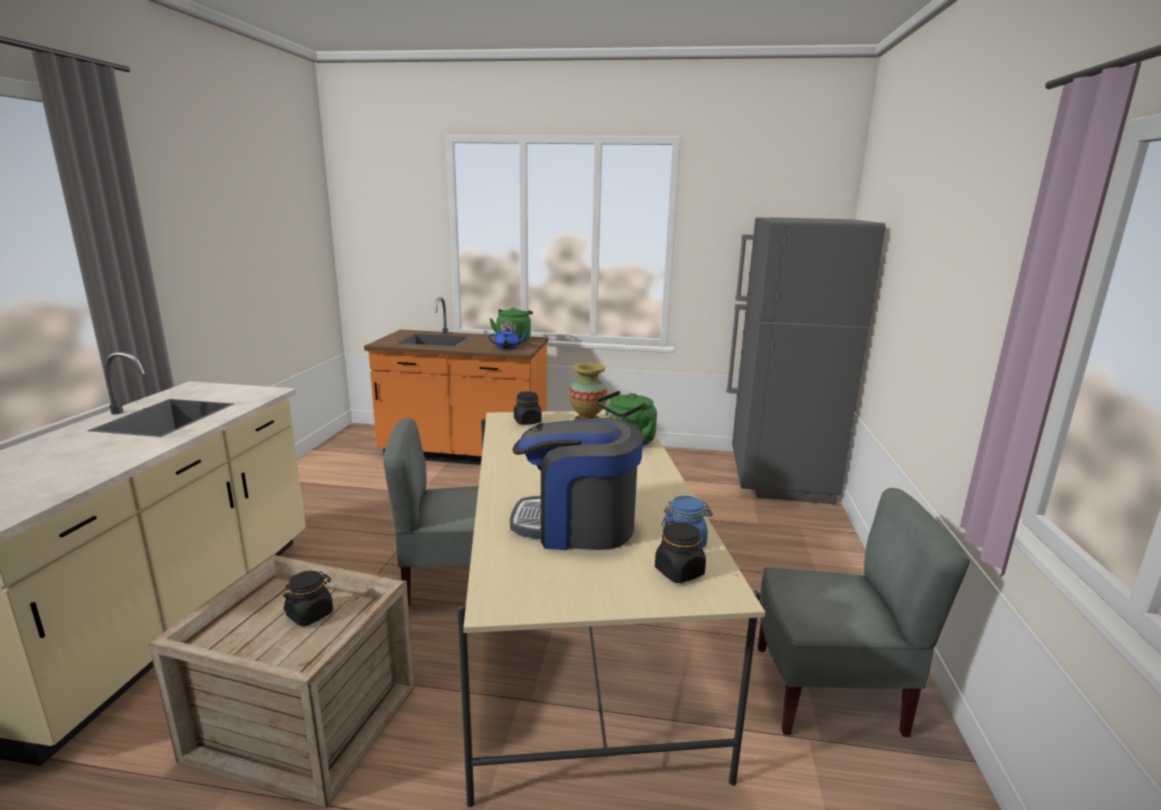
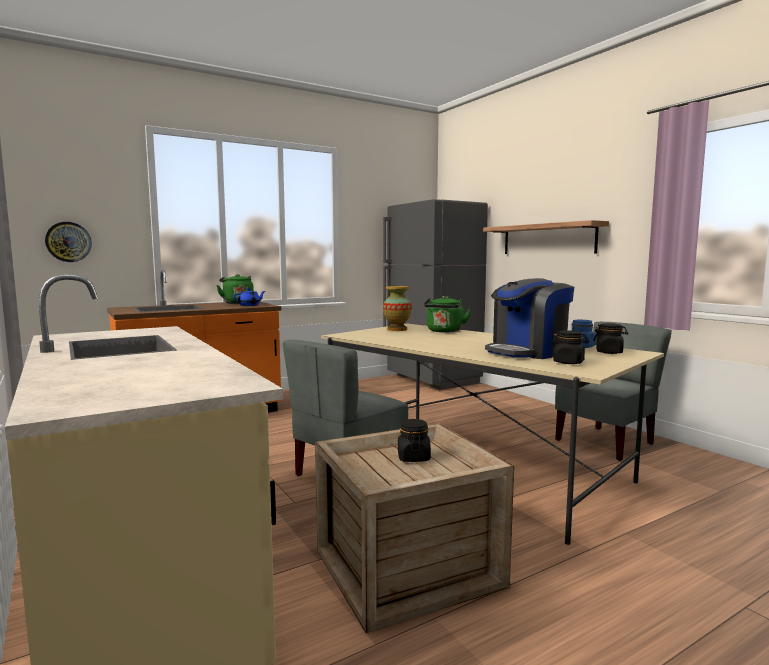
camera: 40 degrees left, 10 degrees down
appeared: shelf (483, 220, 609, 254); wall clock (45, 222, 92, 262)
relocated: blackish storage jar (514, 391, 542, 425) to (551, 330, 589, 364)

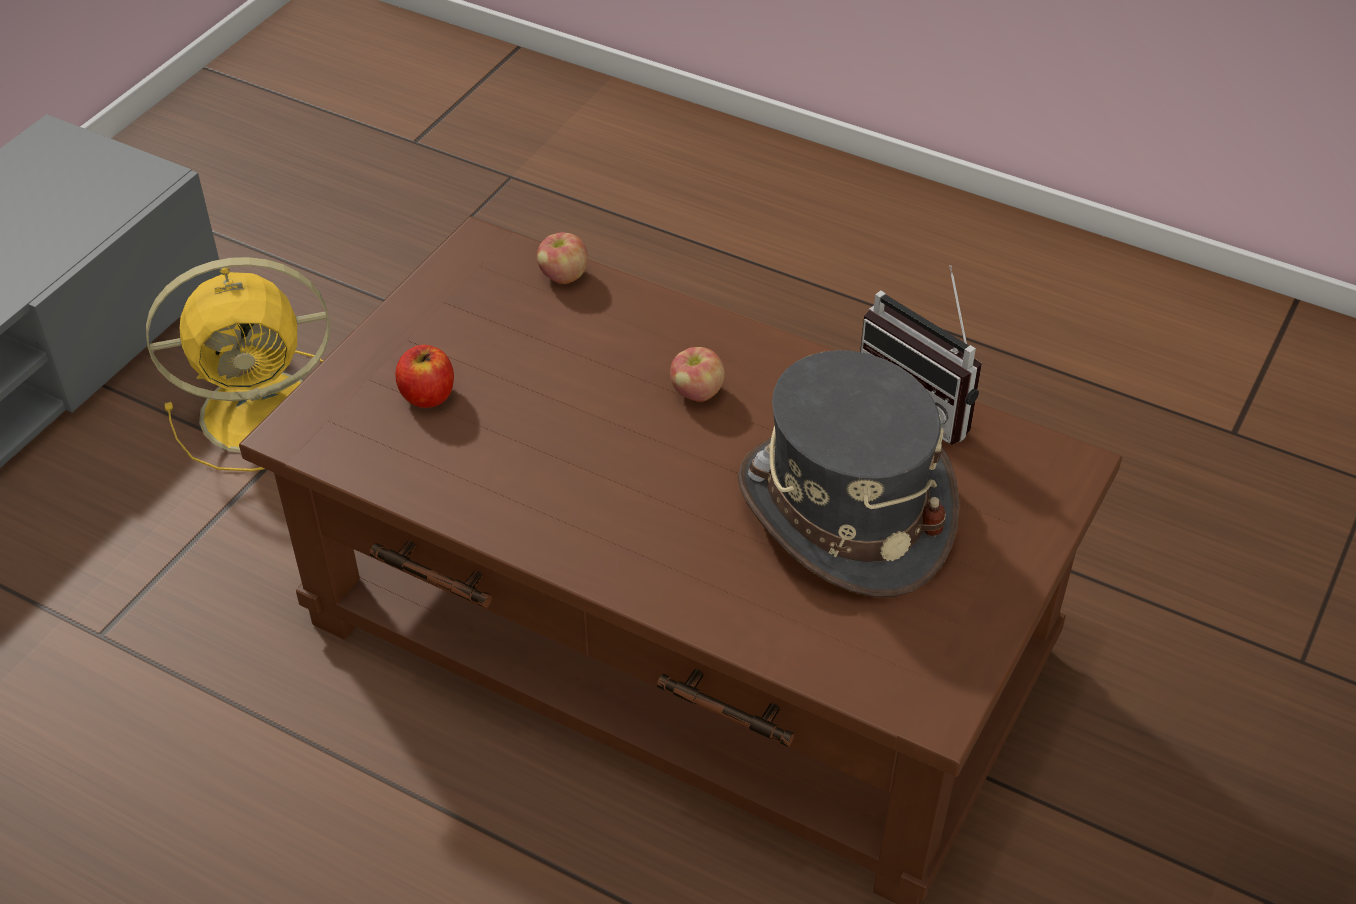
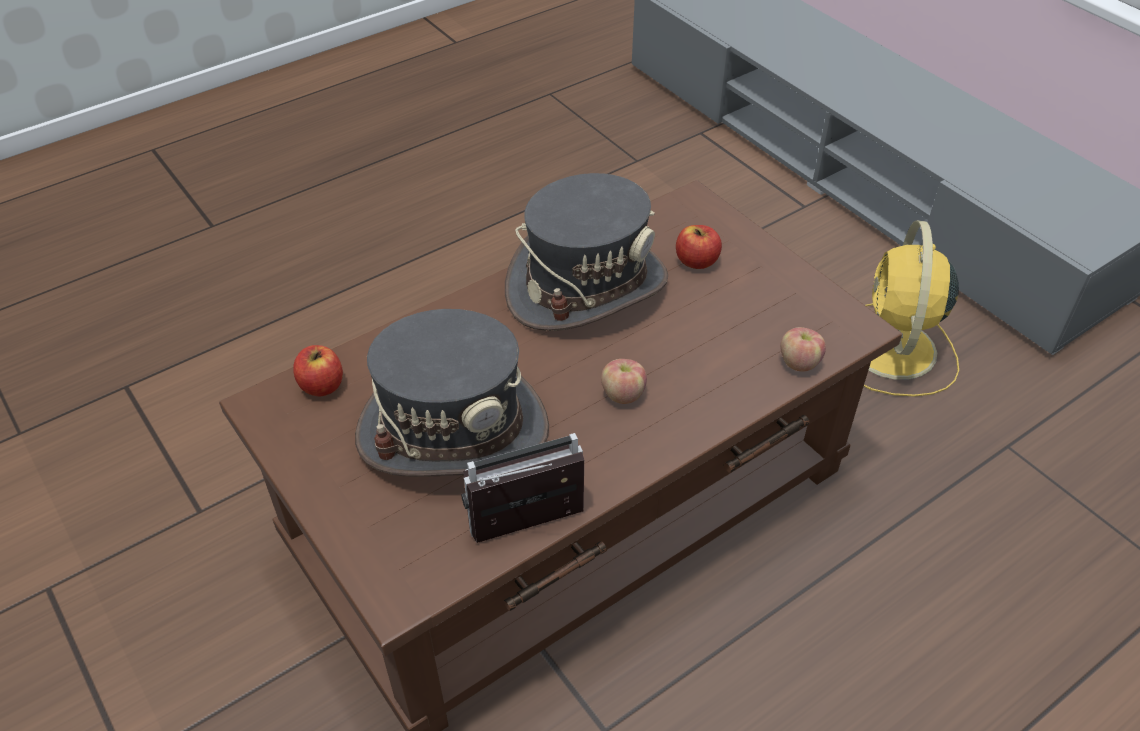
camera: 115 degrees right, 0 degrees up
appeared: grey clothing hat (505, 173, 668, 331); apple (293, 345, 343, 396)

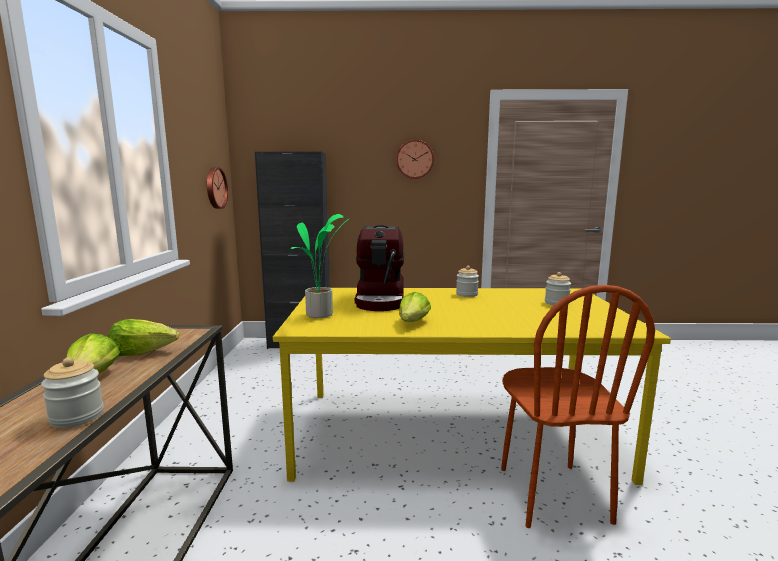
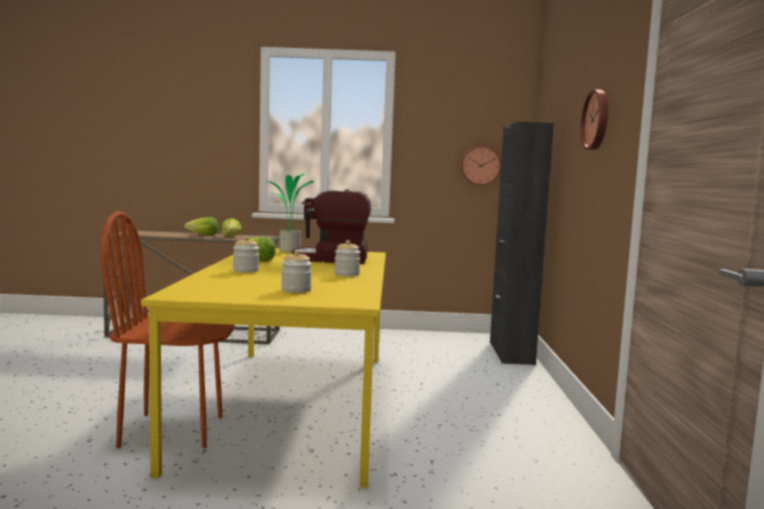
camera: 90 degrees right, 5 degrees down
relocated: storage jar (41, 357, 104, 428) to (233, 236, 259, 273)

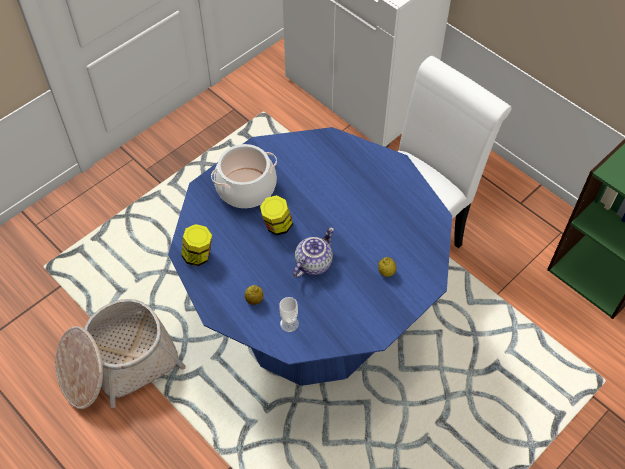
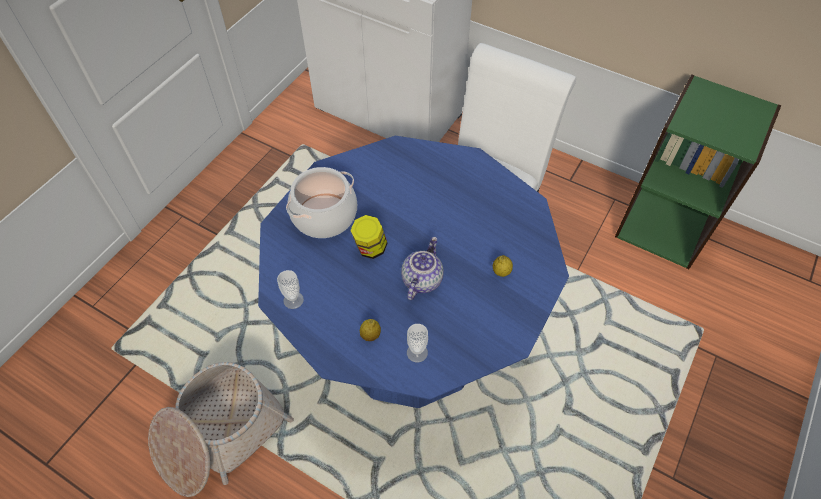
camera: 15 degrees left, 0 degrees up
exchanged: storage jar (181, 224, 212, 266) to small cup (277, 270, 304, 309)

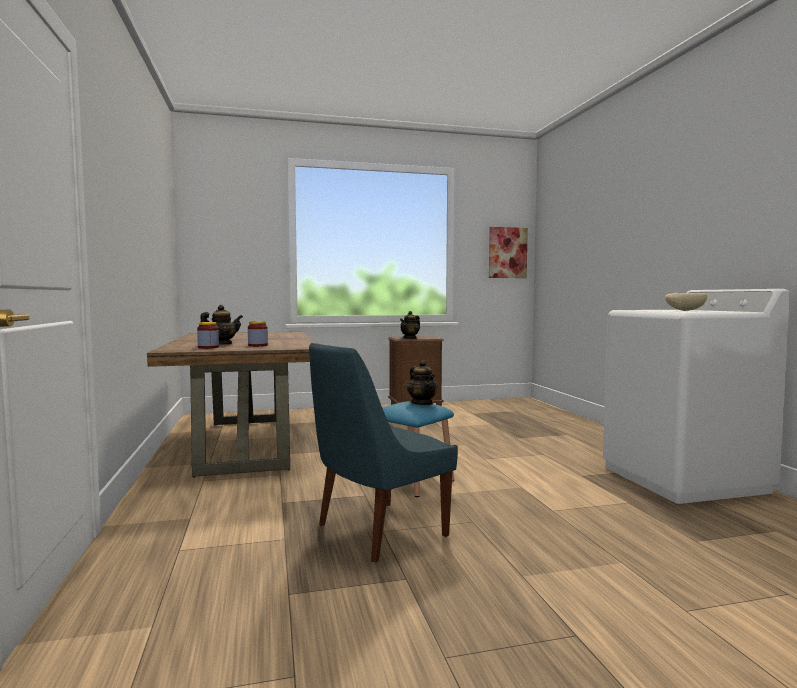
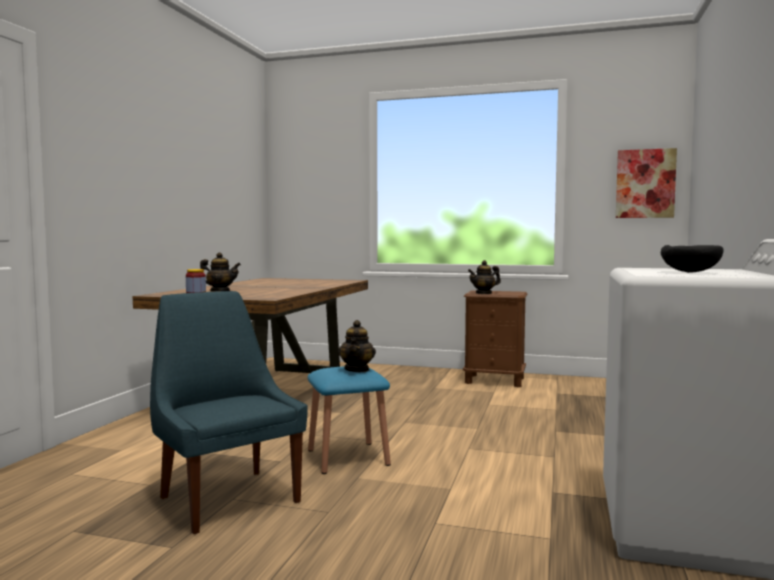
camera: 30 degrees right, 0 degrees up
missing: storage jar (248, 321, 268, 347)
colour: beige-coloured bowl (665, 293, 707, 311) to blackish bowl (661, 245, 724, 273)
spun: blue chair (309, 343, 458, 563) = (150, 291, 308, 534) 60 degrees clockwise

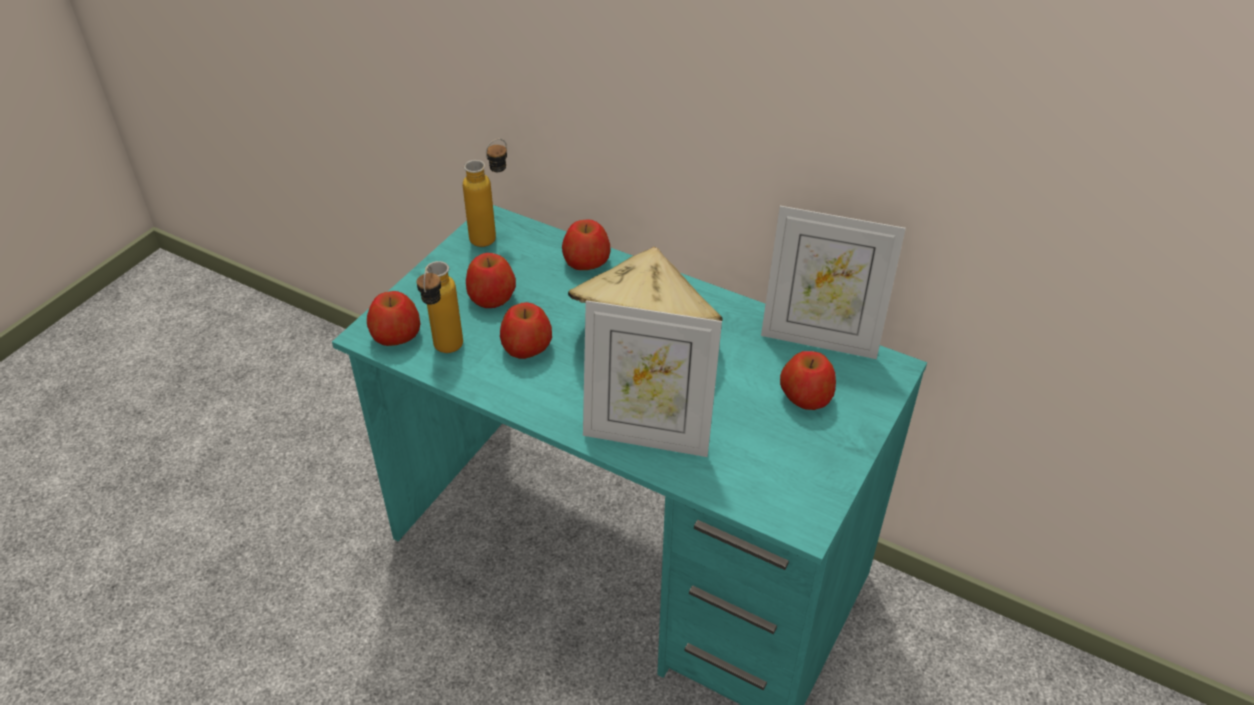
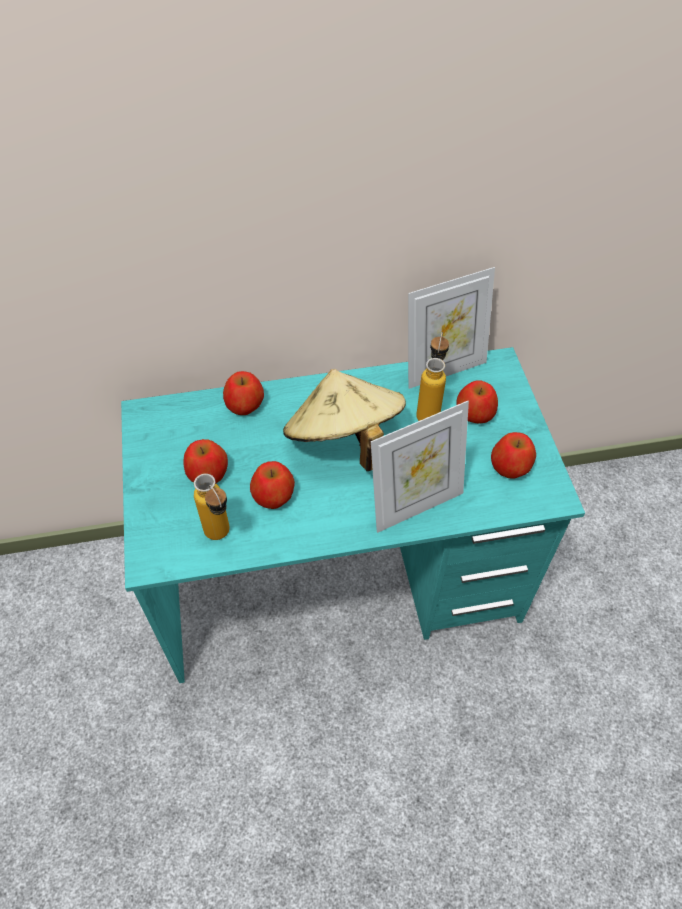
camera: 40 degrees left, 10 degrees up
relocated: drink bottle (463, 139, 507, 247) to (416, 332, 449, 421); apple (367, 291, 421, 346) to (491, 432, 536, 479)

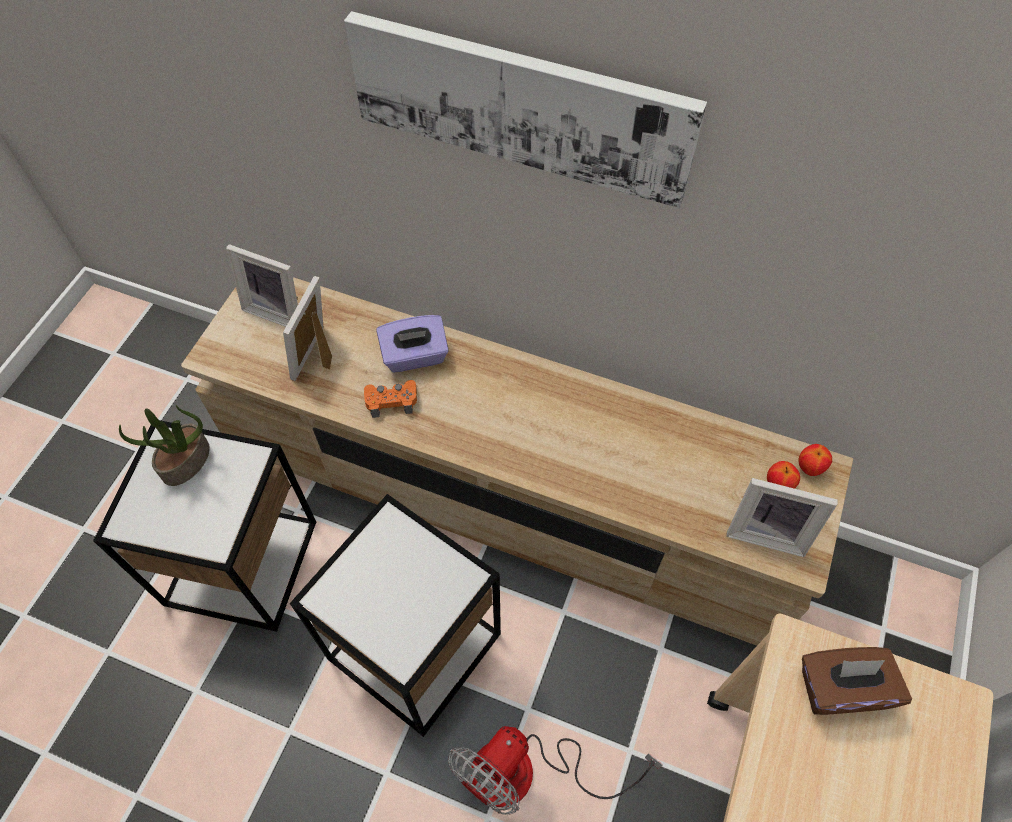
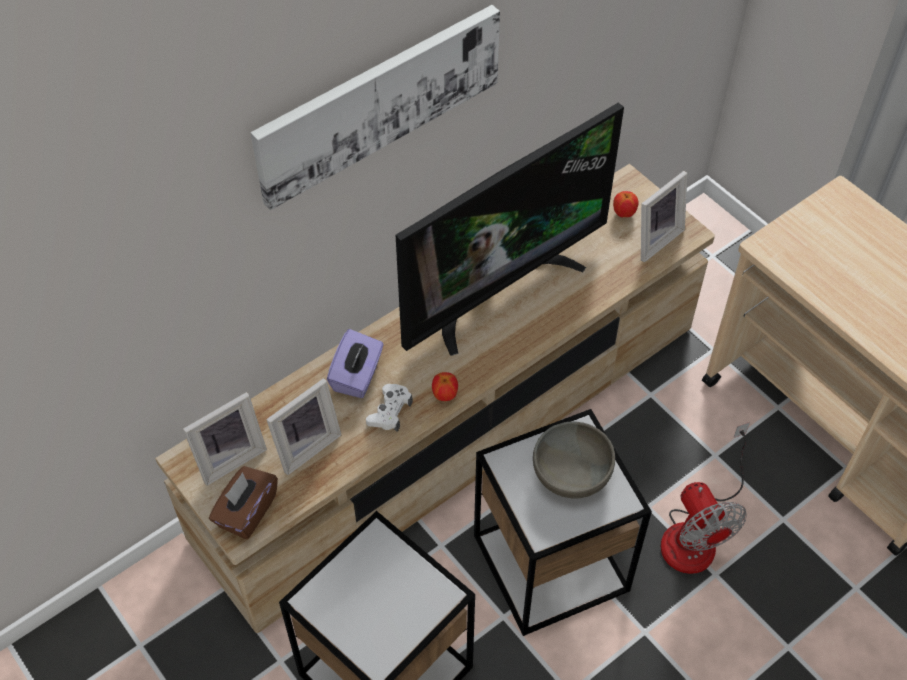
camera: 60 degrees left, 5 degrees down
missing: potted plant (119, 405, 210, 486)
appeared: TV (396, 103, 624, 356); grey bowl (533, 421, 615, 499)
relocated: apple (798, 444, 832, 476) to (432, 372, 458, 401); brown box of tissues (802, 647, 912, 715) to (209, 466, 278, 539)
colour: orange-coloured joypad (364, 380, 417, 418) to whitish joypad (366, 384, 413, 432)
spun: standing frame (283, 276, 332, 381) = (266, 378, 341, 475) 90 degrees counterclockwise

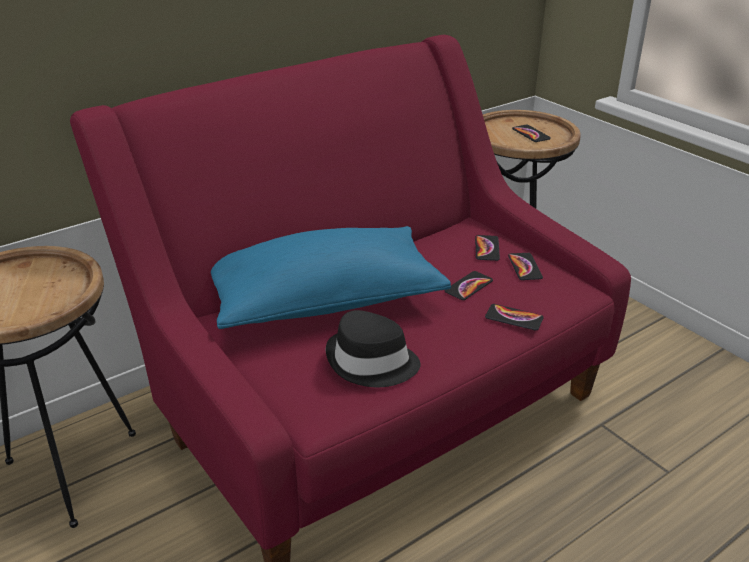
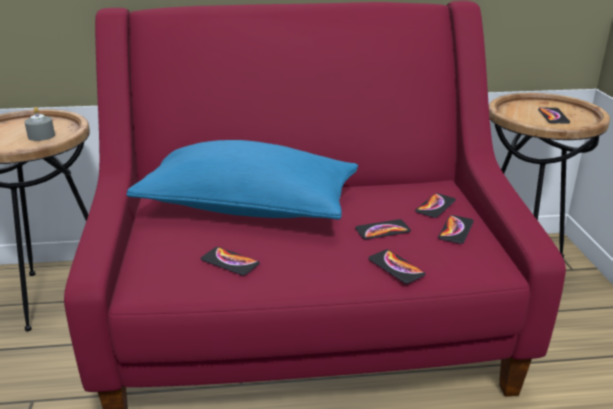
camera: 30 degrees right, 5 degrees down
appeared: grey wax candle (24, 107, 55, 141)
exchanged: blackish clothing hat (326, 310, 421, 387) to phone (201, 247, 260, 275)

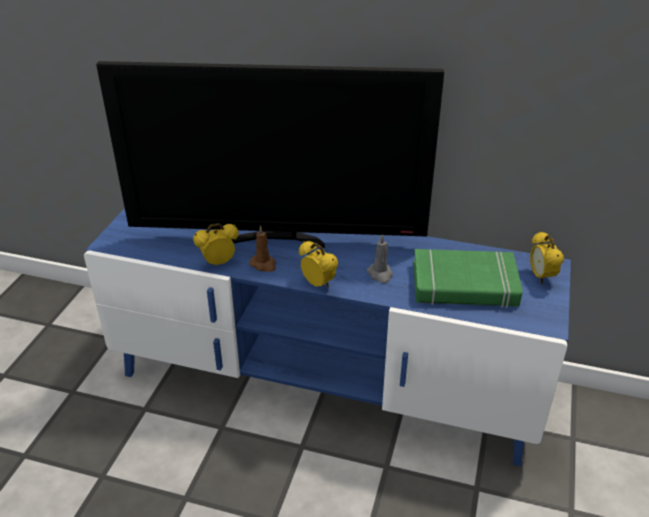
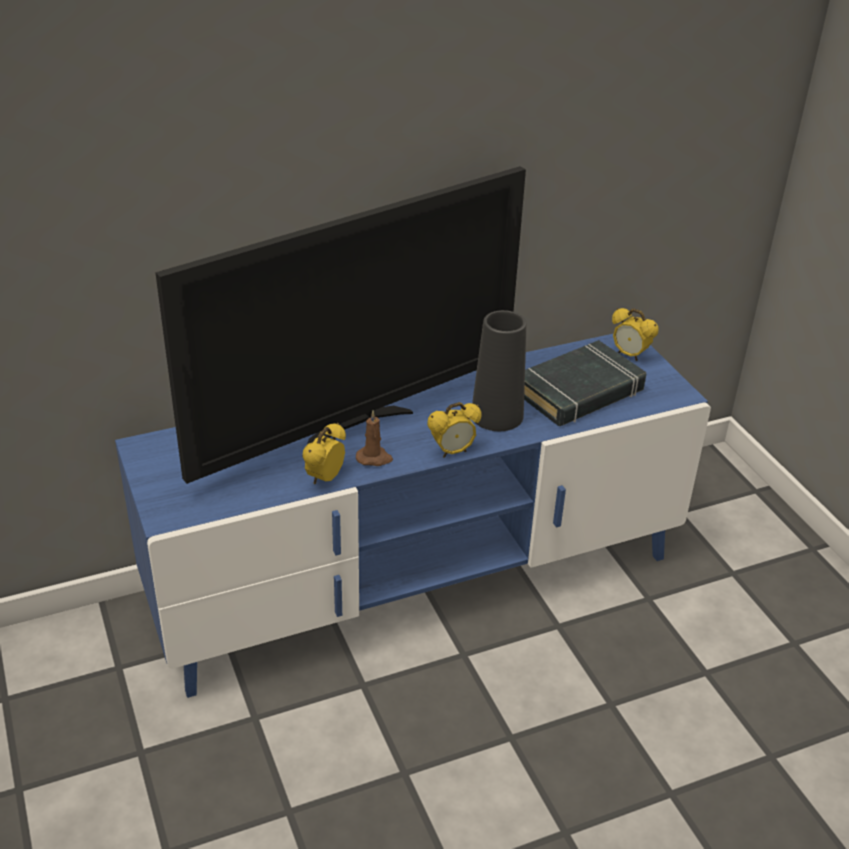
camera: 40 degrees left, 0 degrees up
exchanged: grey wax candle (367, 234, 393, 283) to blackish vase (472, 310, 526, 431)
colour: green-coloured volume (413, 249, 523, 308) to blackish volume (524, 340, 646, 426)
spun: table clock (299, 241, 338, 287) = (427, 402, 482, 458) 150 degrees clockwise

